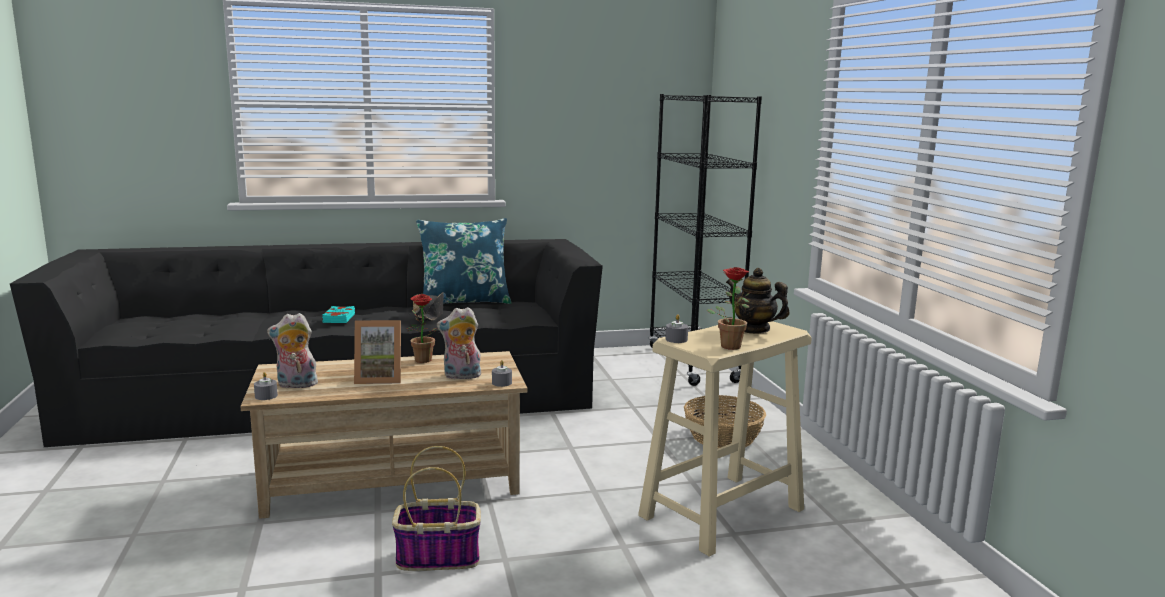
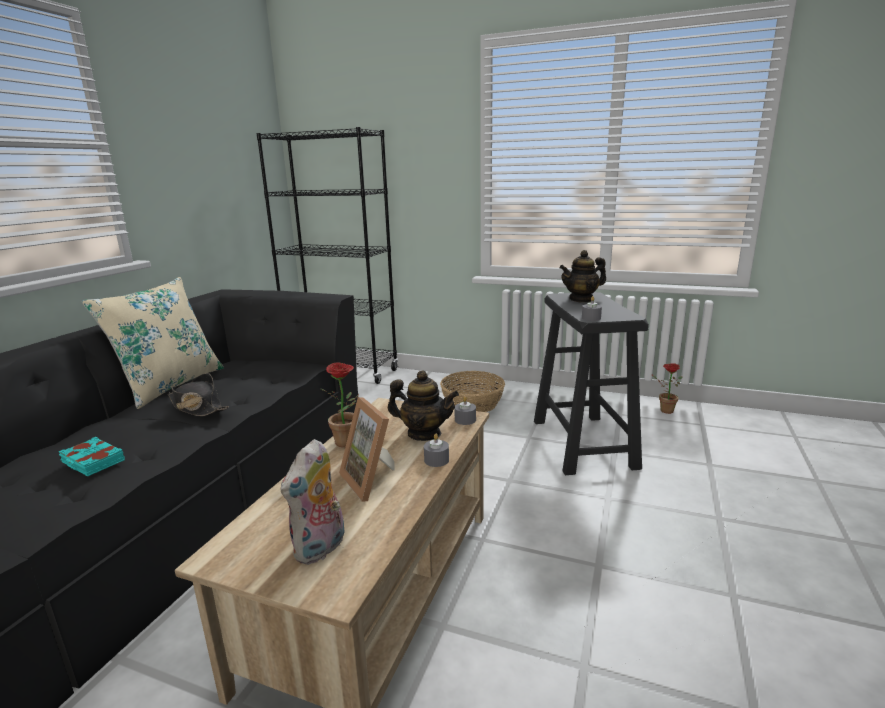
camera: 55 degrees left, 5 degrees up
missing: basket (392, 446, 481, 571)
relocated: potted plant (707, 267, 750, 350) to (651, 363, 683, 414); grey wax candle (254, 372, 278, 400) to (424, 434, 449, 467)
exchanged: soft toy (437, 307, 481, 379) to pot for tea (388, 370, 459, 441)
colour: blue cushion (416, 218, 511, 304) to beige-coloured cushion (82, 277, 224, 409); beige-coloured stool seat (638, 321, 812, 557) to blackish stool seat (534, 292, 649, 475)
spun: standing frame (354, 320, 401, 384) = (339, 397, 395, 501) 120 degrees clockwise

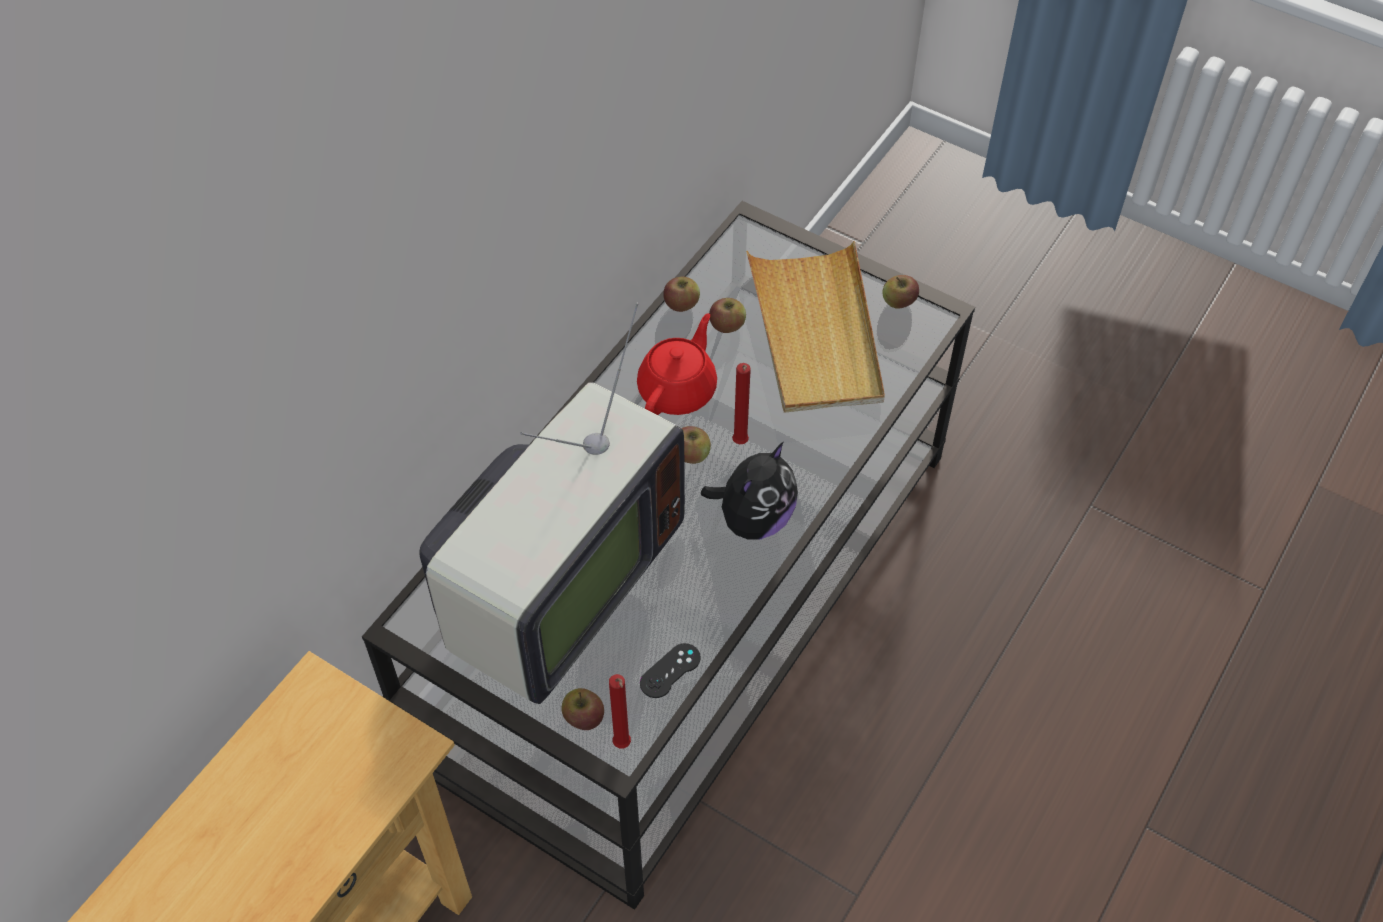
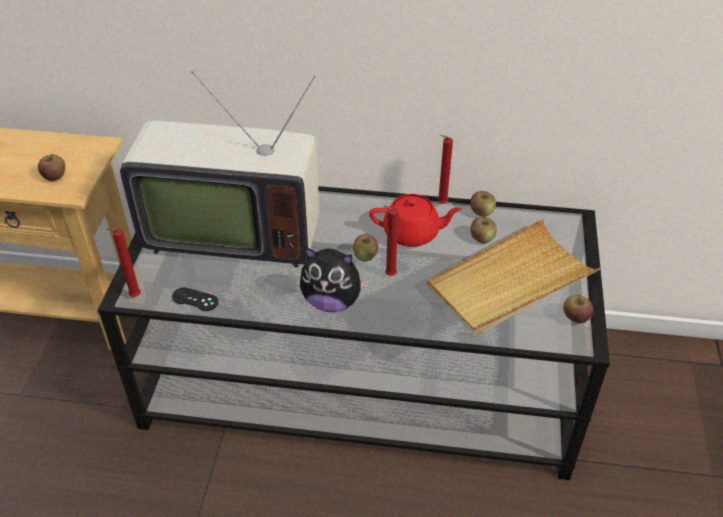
camera: 65 degrees right, 10 degrees down
appeared: reddish wax candle (437, 135, 453, 204)
relocated: apple (561, 688, 604, 730) to (38, 154, 65, 181)

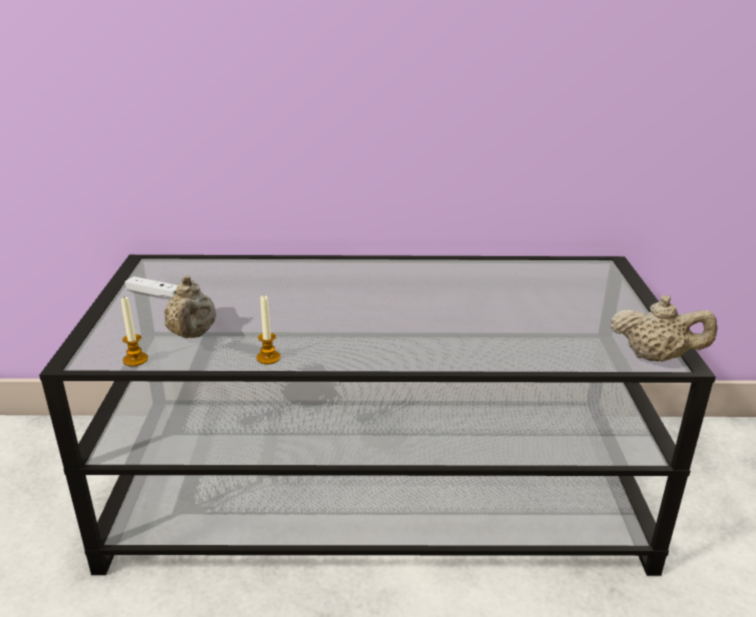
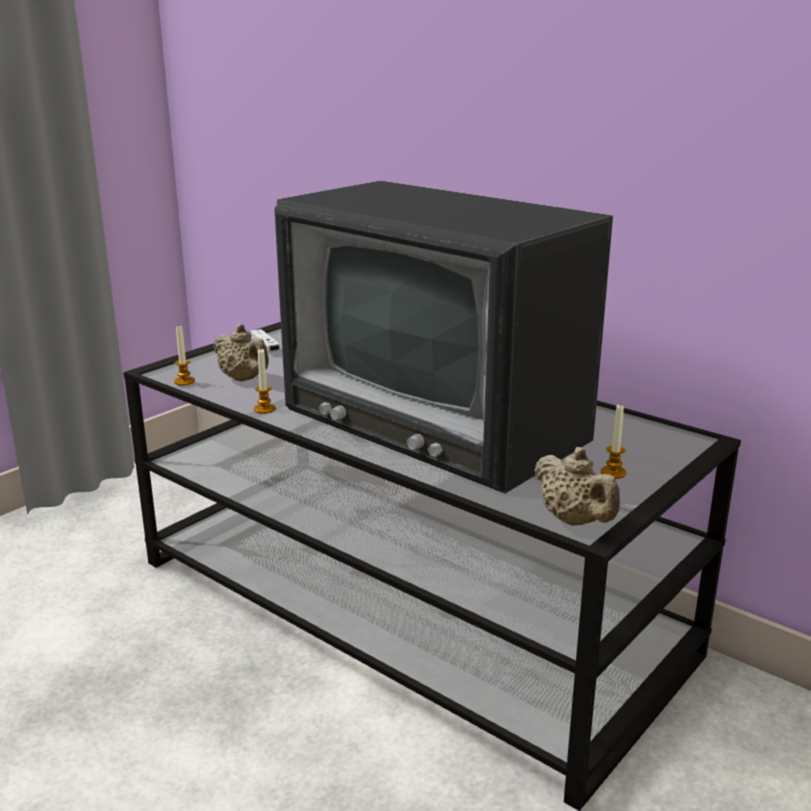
camera: 40 degrees right, 5 degrees down
appeared: TV (274, 181, 613, 494); wax candle (601, 404, 627, 479)
spun: beige-coloured pot for tea (164, 275, 216, 338) = (213, 324, 269, 381) 75 degrees counterclockwise

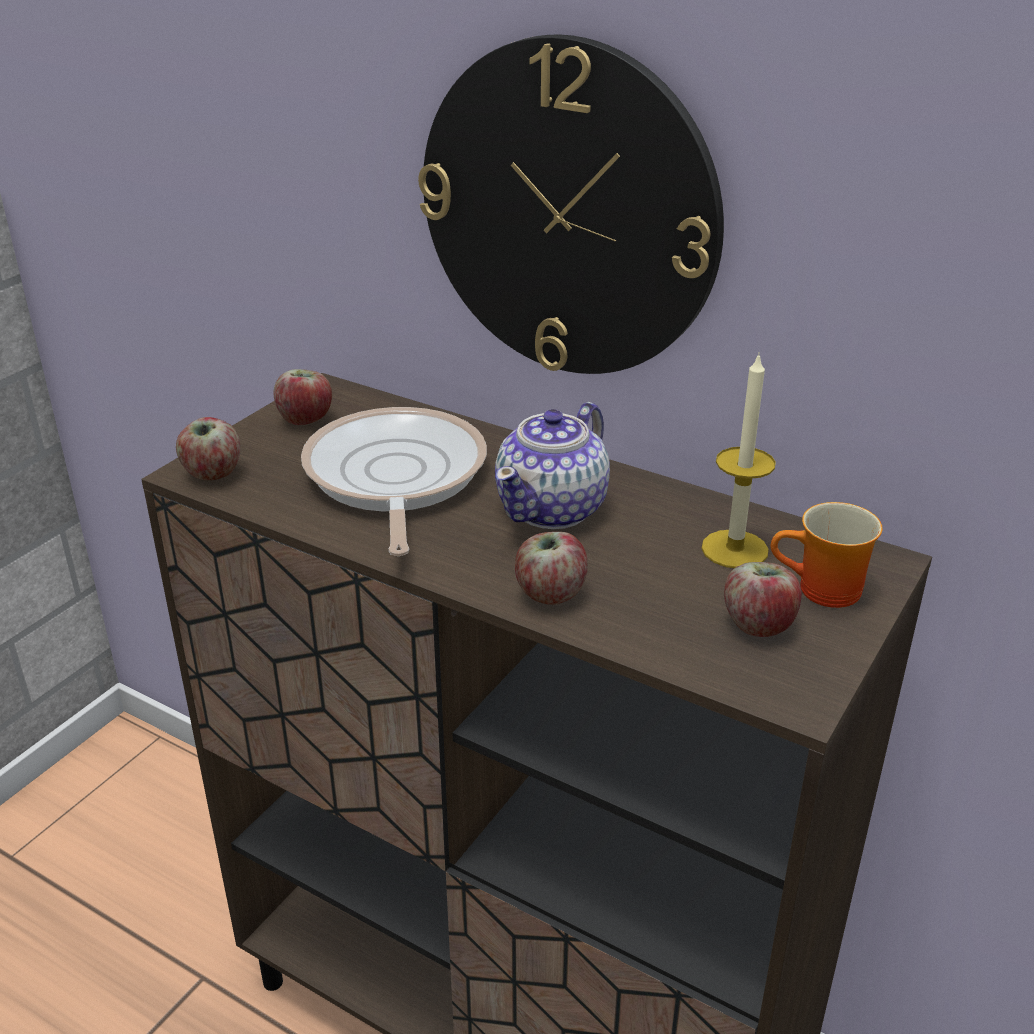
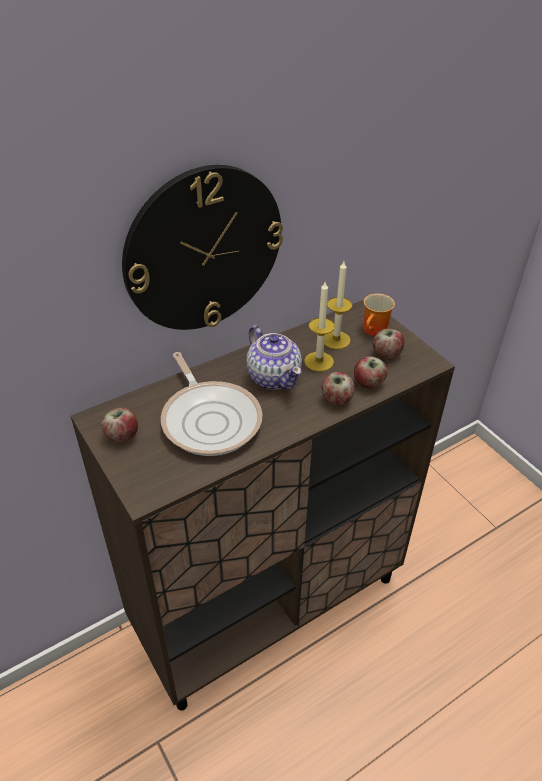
camera: 65 degrees left, 10 degrees up
appeared: wax candle (304, 282, 335, 372)
relocated: apple (176, 417, 240, 480) to (354, 356, 388, 389)
spun: pan (301, 407, 487, 556) = (161, 352, 262, 456) 135 degrees counterclockwise

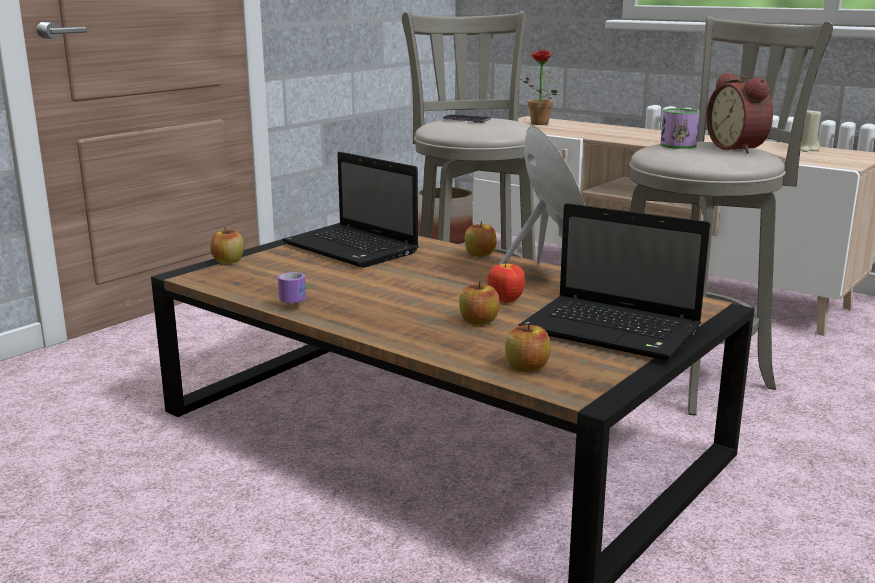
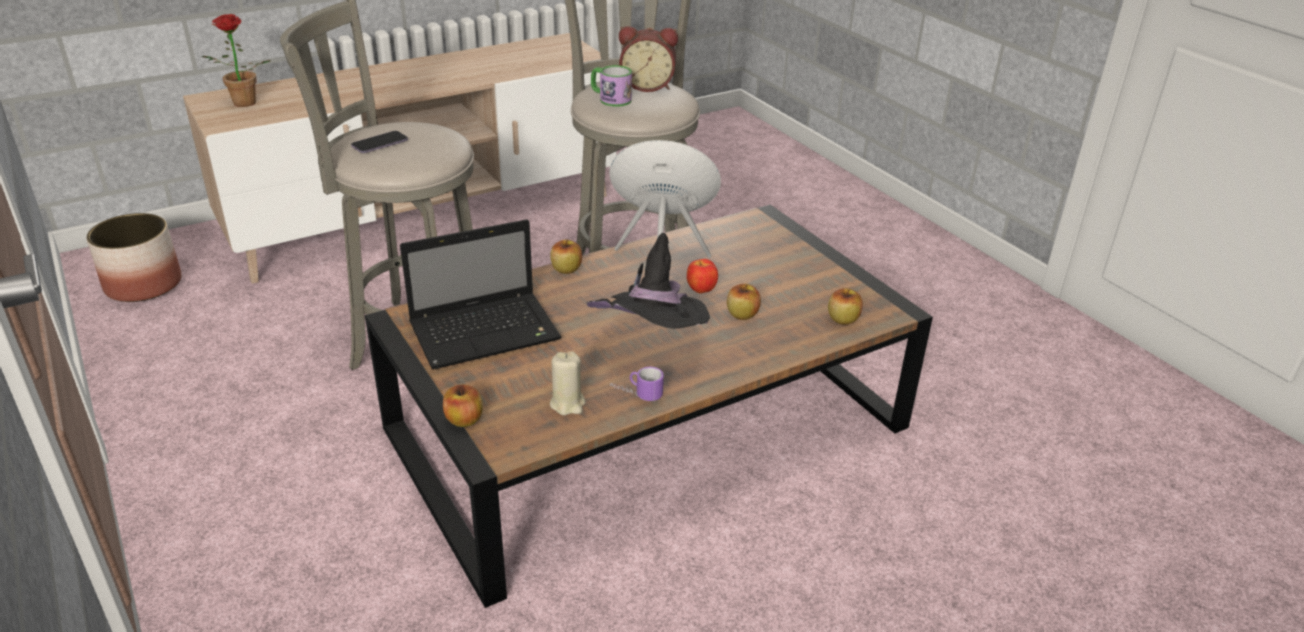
camera: 70 degrees left, 15 degrees up
missing: laptop (518, 203, 710, 361)
appeared: blackish clothing hat (587, 233, 710, 329)
relocated: beige-coloured wax candle (800, 107, 821, 152) to (550, 351, 586, 415)

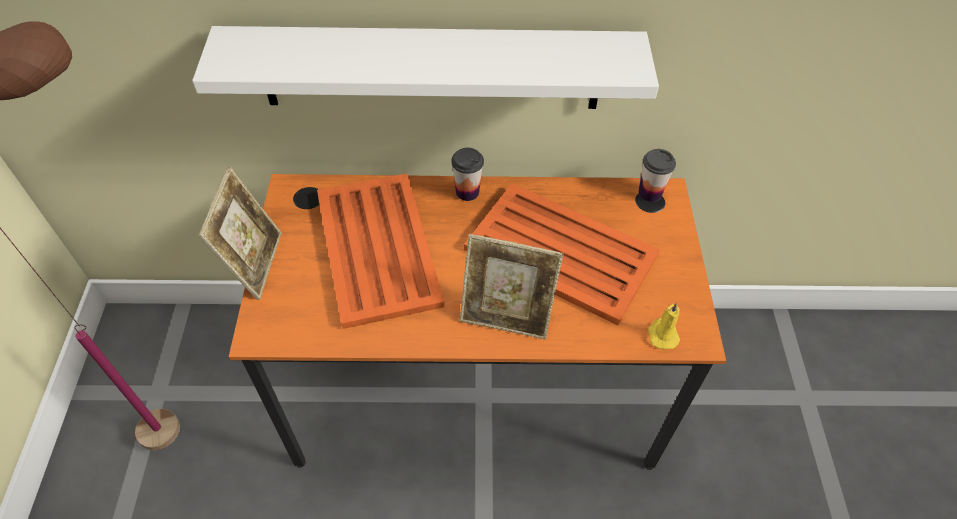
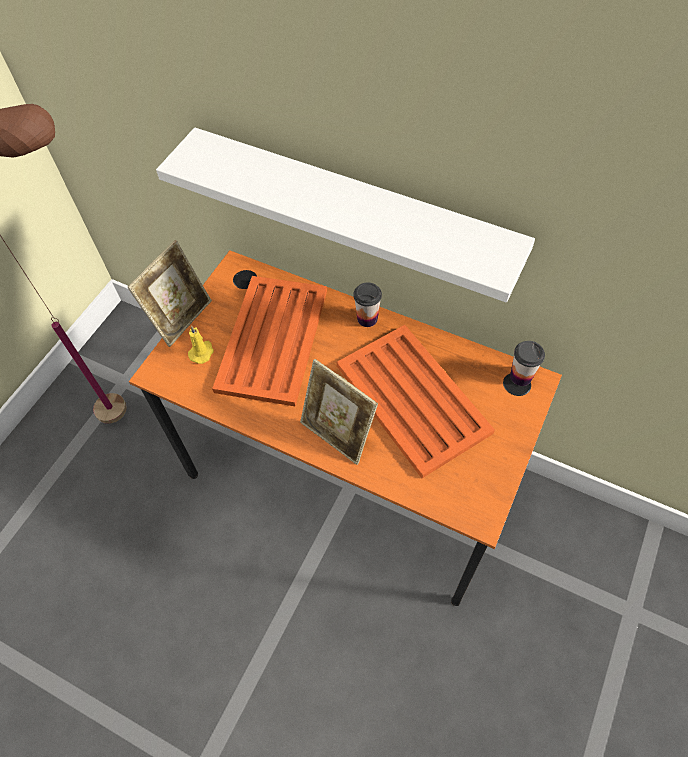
camera: 30 degrees right, 5 degrees up
relocated: yellow wax candle (648, 303, 680, 349) to (188, 326, 214, 364)

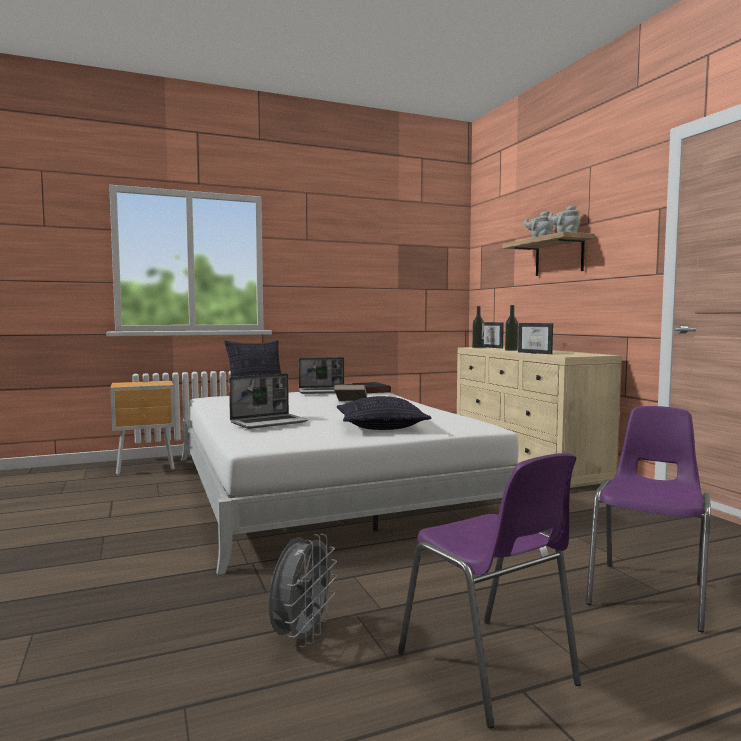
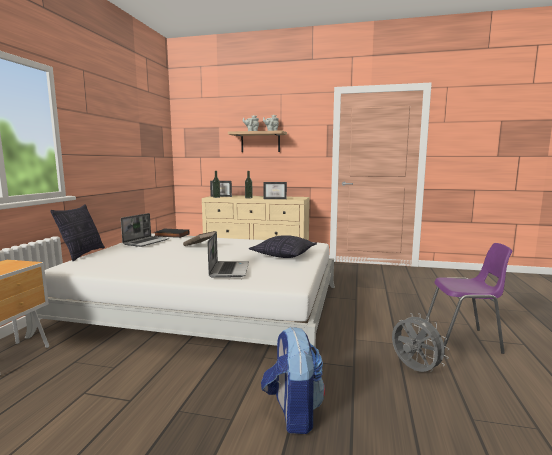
camera: 55 degrees left, 5 degrees up
missing: purplish chair (586, 406, 711, 632)
appeared: rucksack (261, 327, 325, 434)

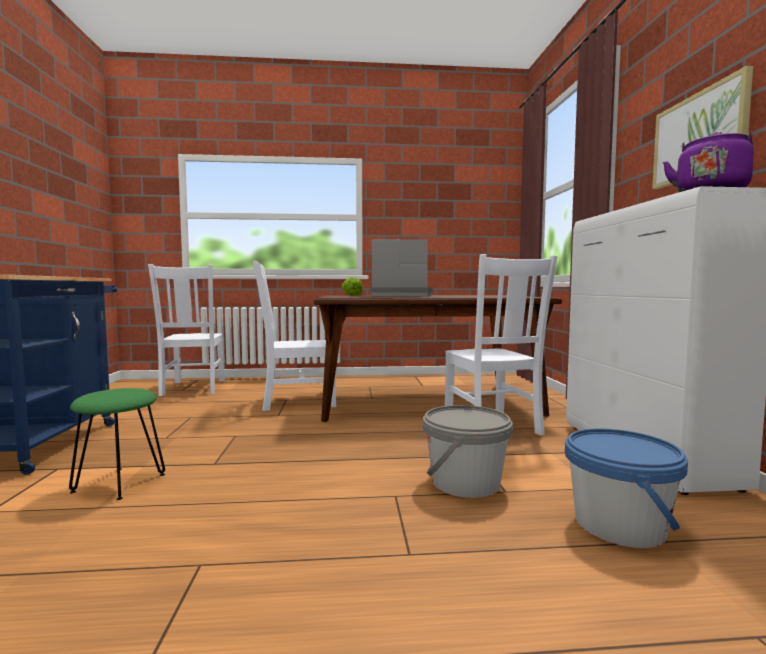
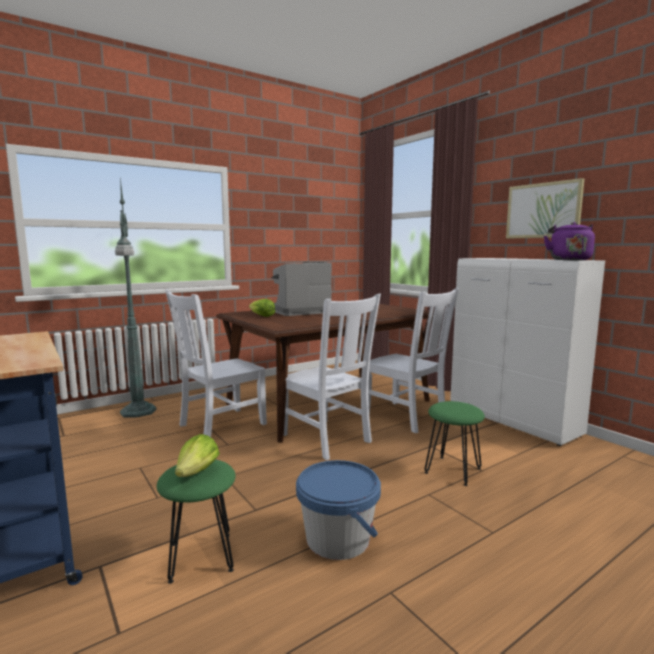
camera: 30 degrees left, 5 degrees up
appeared: green-coloured floor lamp (115, 177, 156, 417); lettuce head (175, 434, 220, 477)
relocated: whitish chair (148, 264, 225, 396) to (284, 294, 381, 460); blue bucket (565, 428, 688, 548) to (296, 460, 381, 560)
exchanged: grey bucket (423, 405, 513, 498) to green-coloured stool seat (424, 401, 485, 486)

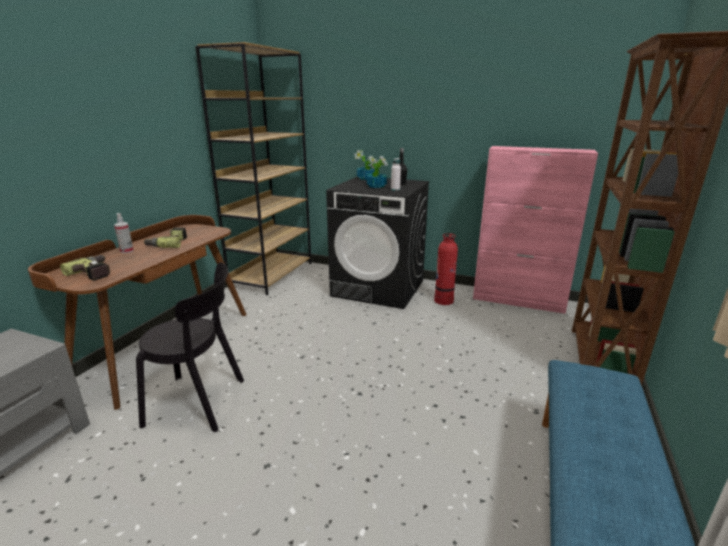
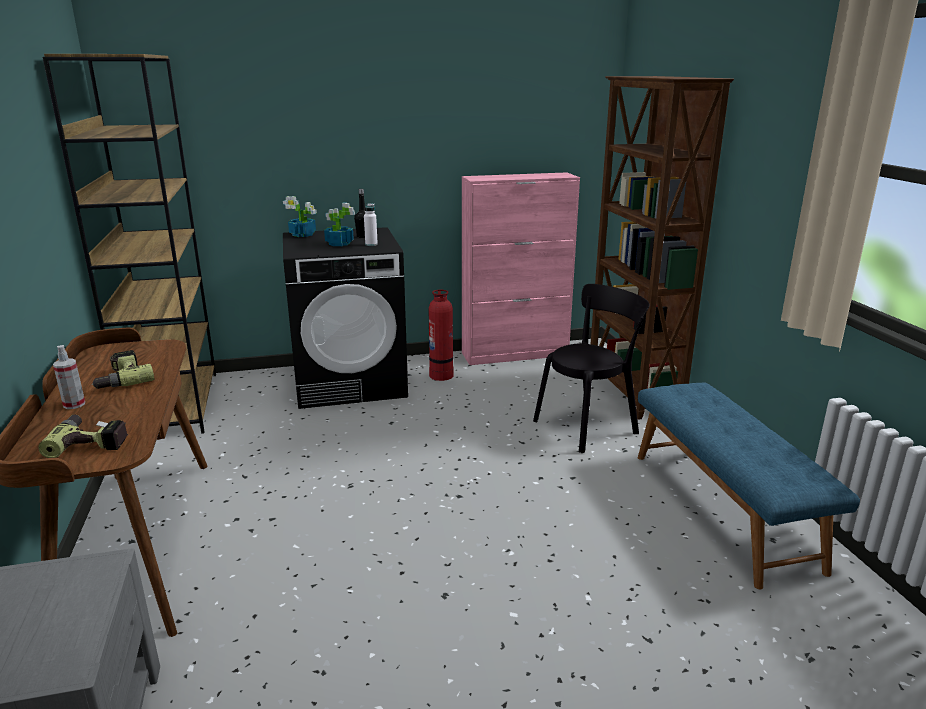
camera: 35 degrees left, 0 degrees up
relocated: blackish chair (136, 262, 244, 432) to (533, 284, 650, 453)

